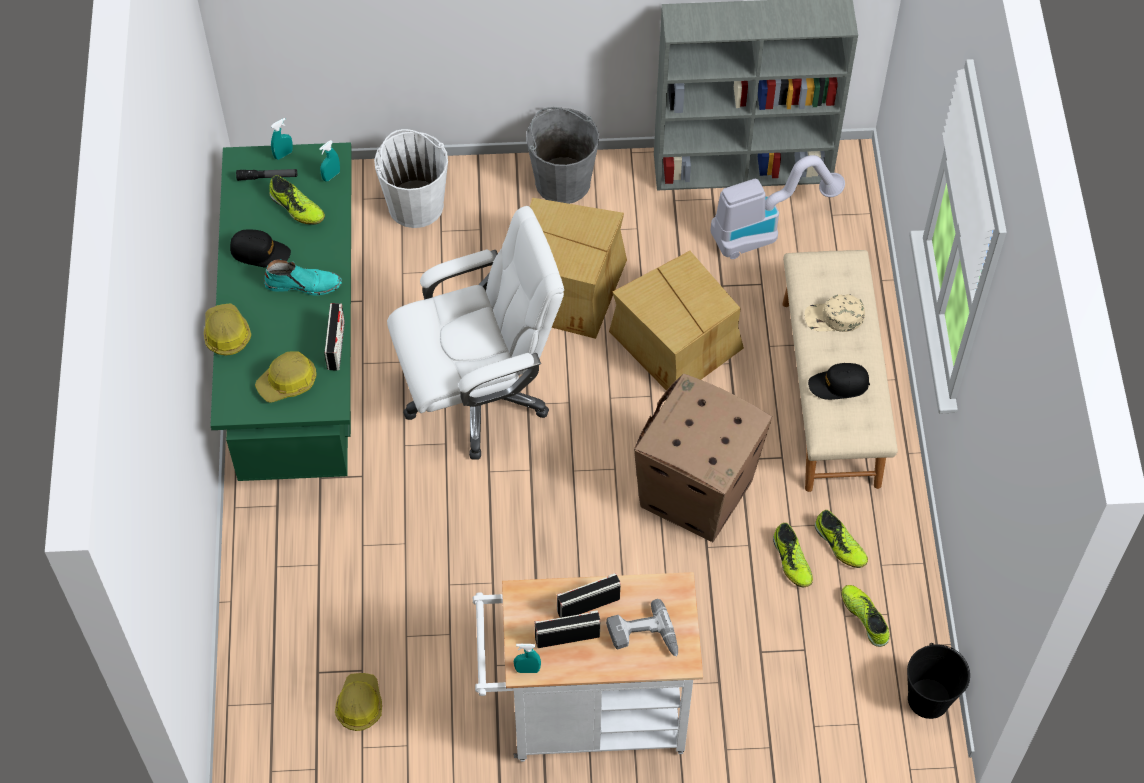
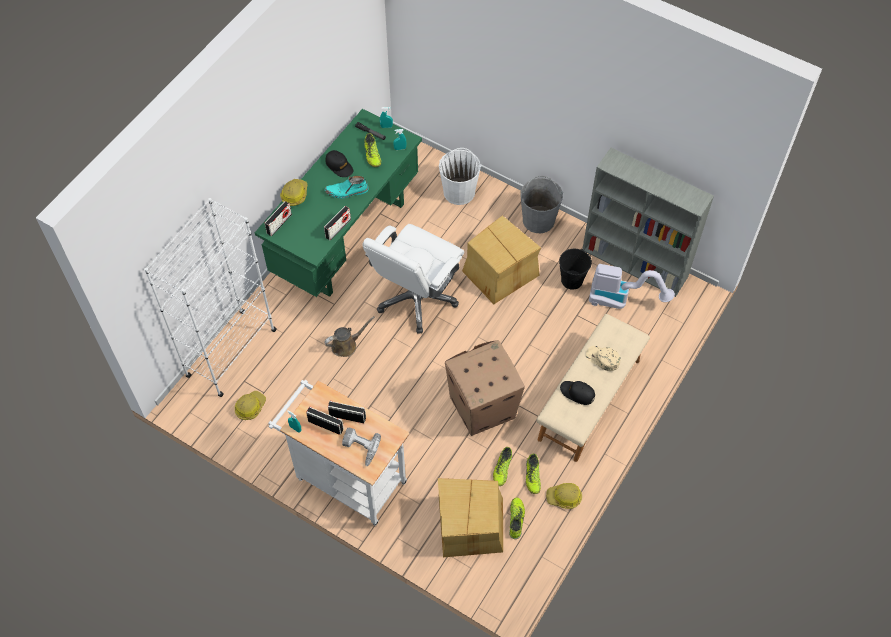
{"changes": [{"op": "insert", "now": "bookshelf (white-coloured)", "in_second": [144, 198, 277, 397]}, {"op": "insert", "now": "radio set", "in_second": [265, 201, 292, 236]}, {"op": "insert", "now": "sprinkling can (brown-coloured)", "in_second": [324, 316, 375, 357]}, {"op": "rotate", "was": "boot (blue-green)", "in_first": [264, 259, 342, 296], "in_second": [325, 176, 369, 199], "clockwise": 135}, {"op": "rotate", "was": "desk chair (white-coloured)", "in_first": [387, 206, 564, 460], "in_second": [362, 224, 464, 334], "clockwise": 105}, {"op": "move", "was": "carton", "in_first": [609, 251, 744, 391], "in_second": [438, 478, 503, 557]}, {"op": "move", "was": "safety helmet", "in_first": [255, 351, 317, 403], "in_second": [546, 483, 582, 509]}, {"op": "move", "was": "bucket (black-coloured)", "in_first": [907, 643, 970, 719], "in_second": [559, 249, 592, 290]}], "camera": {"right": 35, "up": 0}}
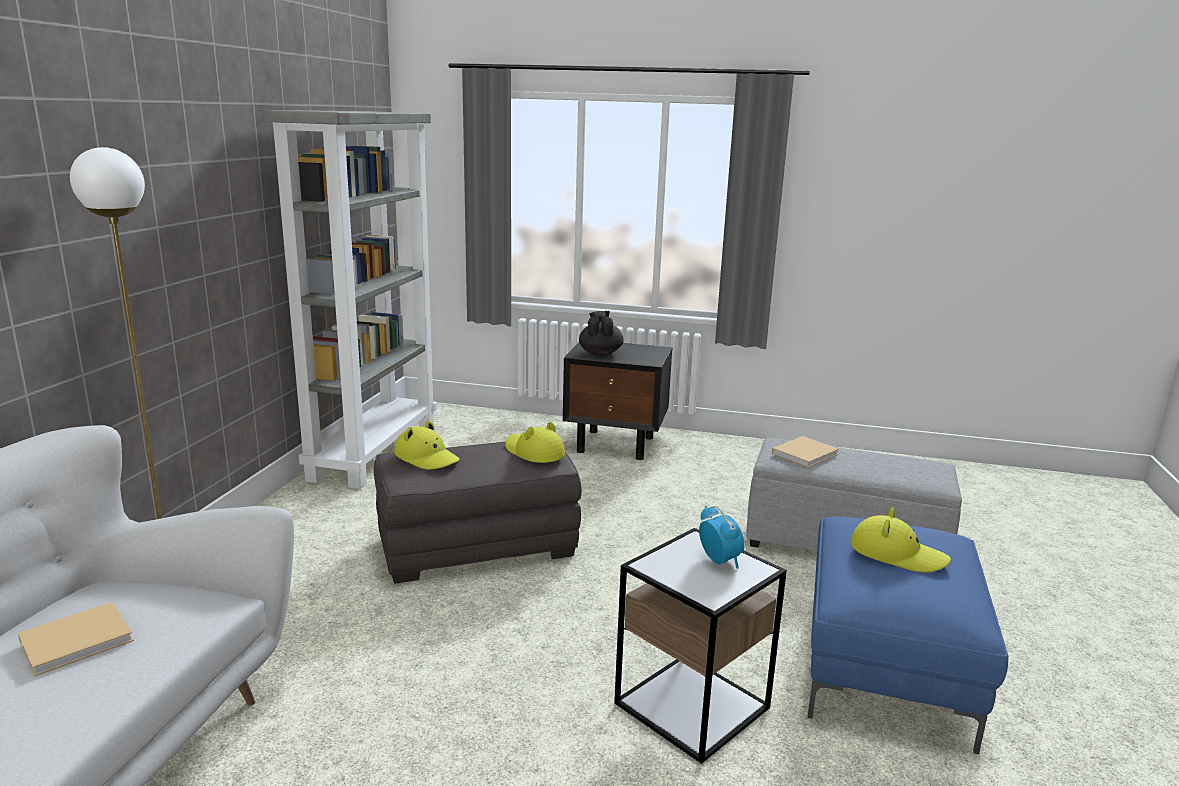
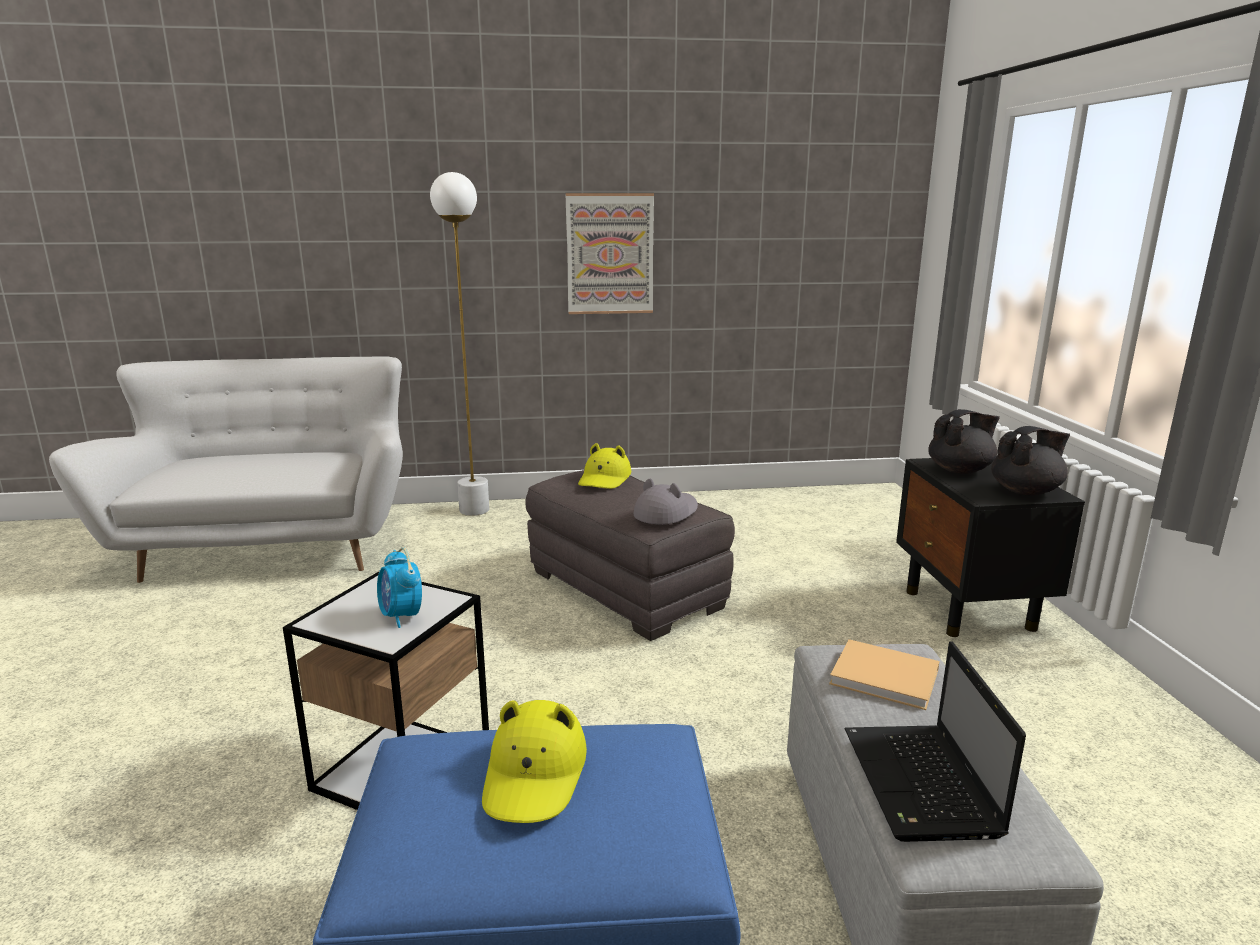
{"changes": [{"op": "rotate", "was": "alarm clock", "in_first": [699, 506, 744, 569], "in_second": [377, 547, 422, 628], "clockwise": 105}, {"op": "insert", "now": "picture", "in_second": [566, 193, 654, 314]}, {"op": "recolor", "was": "clothing hat (yellowish)", "now": "clothing hat (gray)", "in_first": [505, 422, 565, 463], "in_second": [633, 478, 698, 525]}, {"op": "insert", "now": "notebook computer", "in_second": [845, 641, 1026, 842]}, {"op": "insert", "now": "tea pot (black-coloured)", "in_second": [991, 426, 1070, 495]}, {"op": "delete", "was": "volume (sand-coloured)", "in_first": [18, 602, 134, 676]}, {"op": "delete", "was": "bookshelf (gray)", "in_first": [262, 110, 437, 489]}], "camera": {"right": 70, "up": 0}}
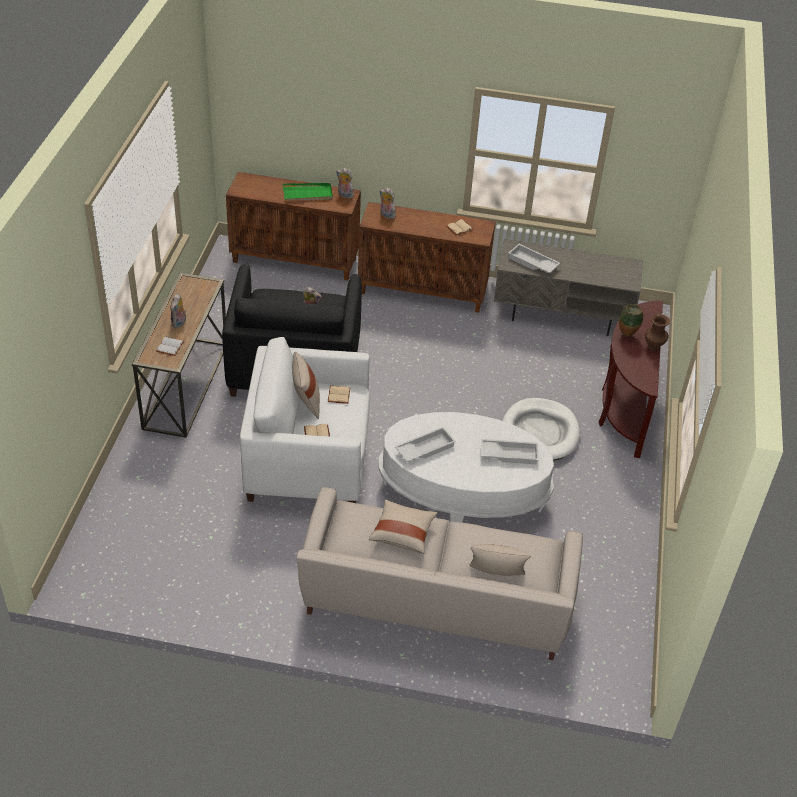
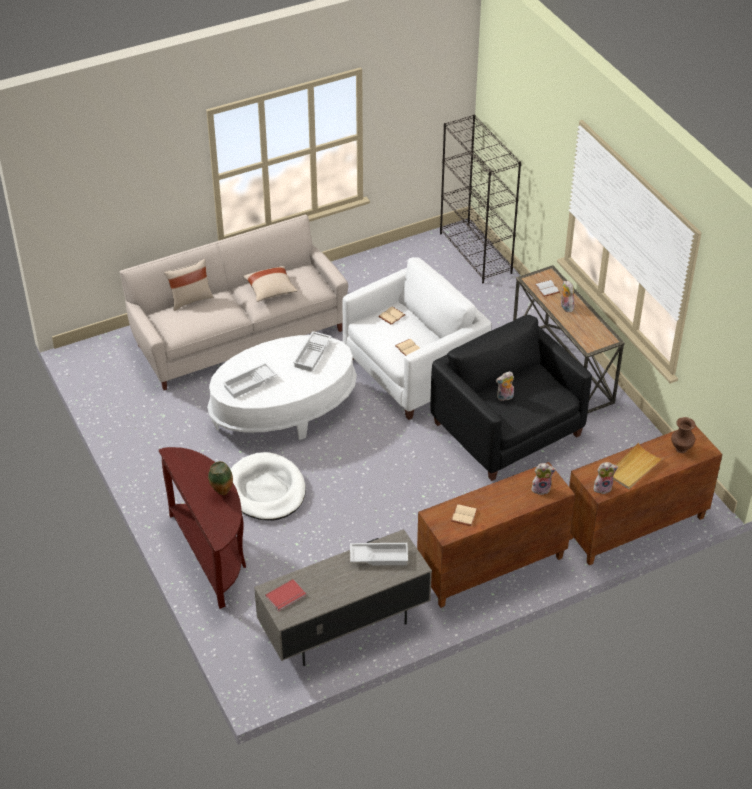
{"changes": [{"op": "insert", "now": "volume (red)", "in_second": [265, 579, 306, 611]}, {"op": "insert", "now": "bookshelf (black-coloured)", "in_second": [440, 115, 521, 283]}, {"op": "recolor", "was": "serving tray (green)", "now": "serving tray (sand-coloured)", "in_first": [283, 183, 333, 200], "in_second": [613, 442, 663, 489]}, {"op": "move", "was": "vase (brown-coloured)", "in_first": [645, 314, 670, 350], "in_second": [671, 417, 695, 453]}, {"op": "delete", "was": "throw pillow (sand-coloured)", "in_first": [292, 352, 320, 419]}], "camera": {"right": 145, "up": 0}}
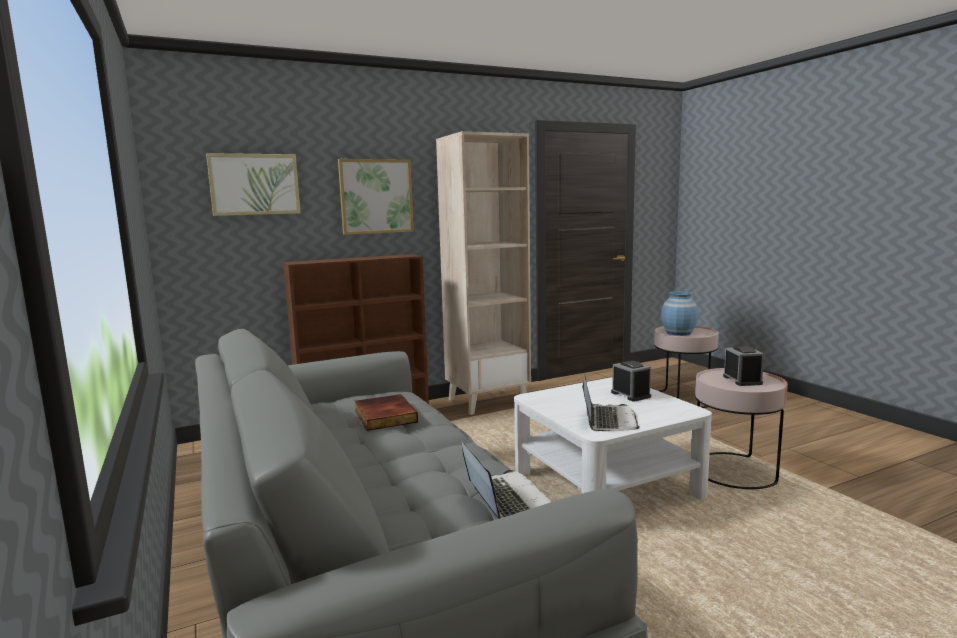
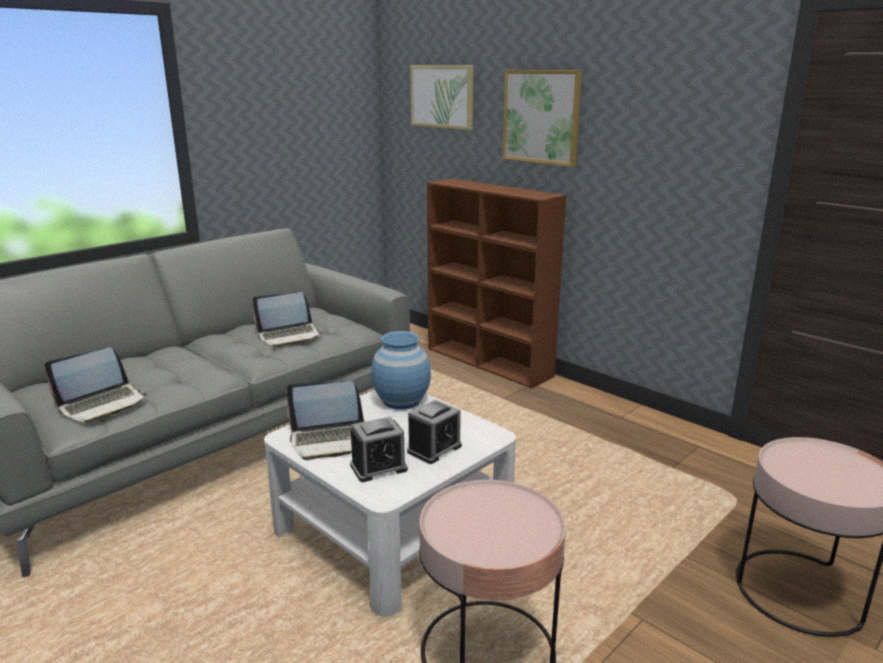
{"changes": [{"op": "replace", "was": "volume", "now": "notebook computer", "in_first": [355, 394, 418, 431], "in_second": [252, 292, 323, 347]}, {"op": "move", "was": "alarm clock", "in_first": [723, 346, 764, 386], "in_second": [350, 417, 408, 482]}, {"op": "move", "was": "vase (bluish)", "in_first": [661, 291, 698, 336], "in_second": [371, 331, 431, 409]}, {"op": "delete", "was": "bookshelf (sand-coloured)", "in_first": [436, 131, 531, 415]}], "camera": {"right": 70, "up": 10}}
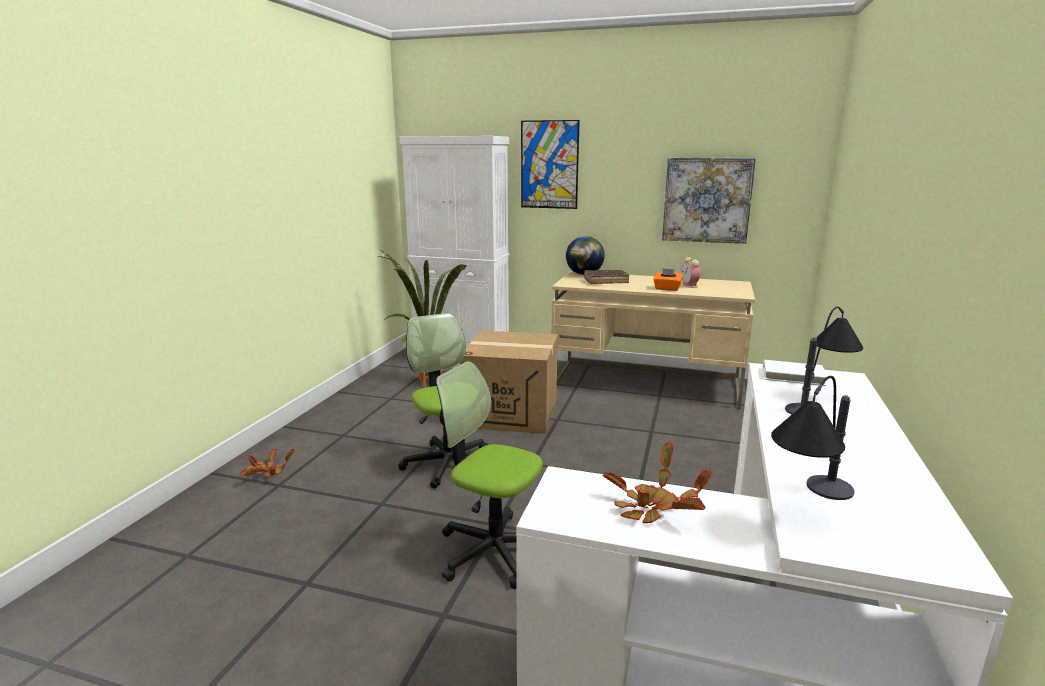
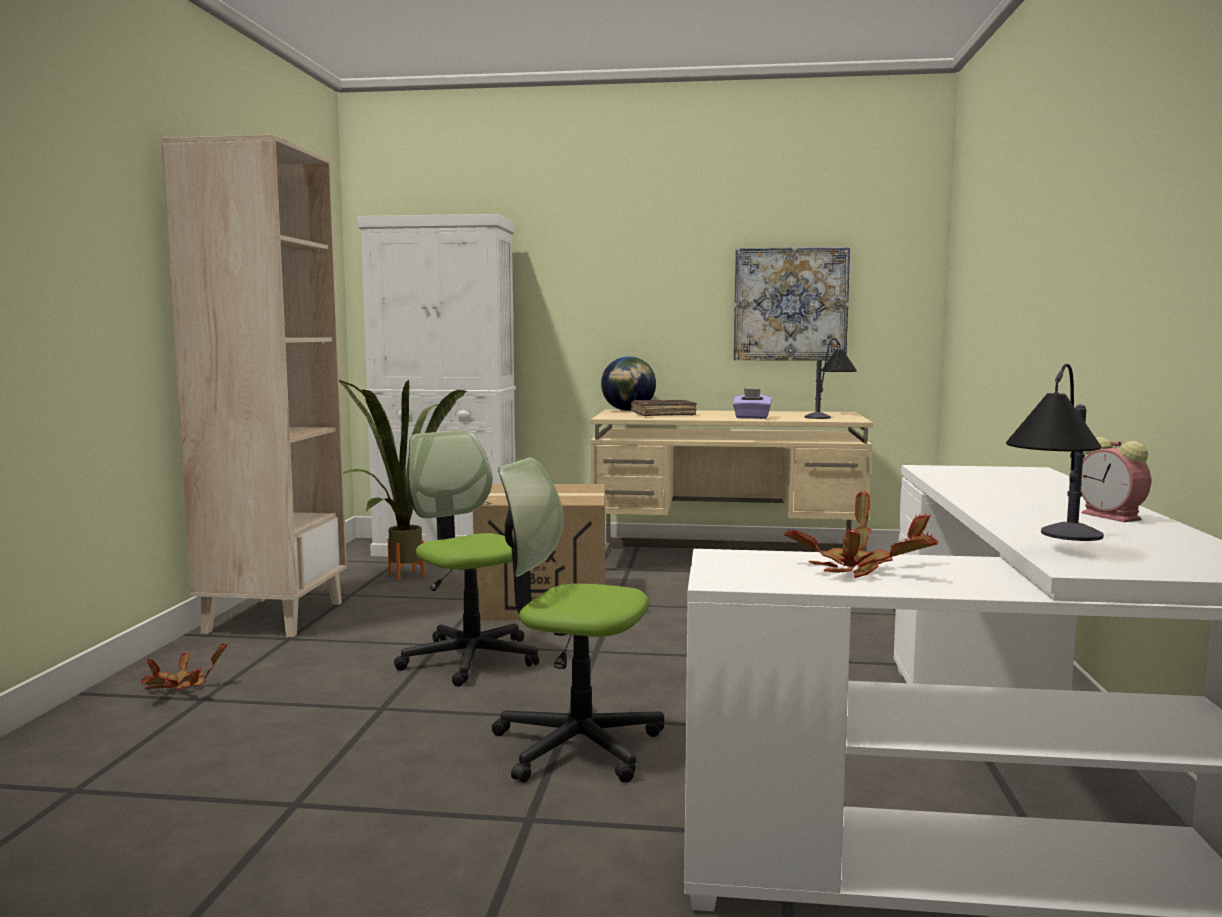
{"changes": [{"op": "insert", "now": "bookshelf (sand-coloured)", "in_second": [161, 135, 347, 637]}, {"op": "recolor", "was": "box of tissues (orange-coloured)", "now": "box of tissues (purple)", "in_first": [653, 268, 683, 291], "in_second": [733, 389, 772, 419]}, {"op": "move", "was": "tabletop lamp", "in_first": [785, 306, 863, 415], "in_second": [805, 338, 857, 419]}, {"op": "move", "was": "alarm clock", "in_first": [681, 257, 700, 288], "in_second": [1081, 437, 1151, 522]}, {"op": "delete", "was": "picture", "in_first": [521, 120, 580, 209]}, {"op": "delete", "was": "volume (white-coloured)", "in_first": [763, 360, 827, 386]}], "camera": {"right": -10, "up": -10}}
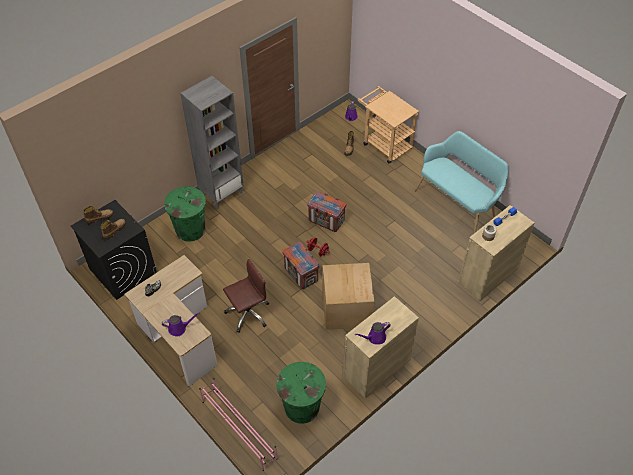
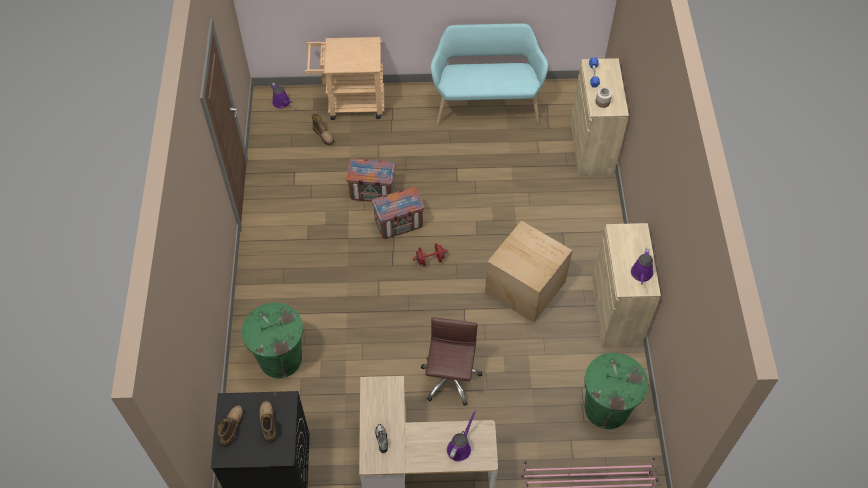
{"changes": [{"op": "move", "was": "crate", "in_first": [282, 242, 320, 289], "in_second": [346, 158, 395, 202]}, {"op": "delete", "was": "bookshelf (gray)", "in_first": [180, 76, 244, 209]}], "camera": {"right": -50, "up": 5}}
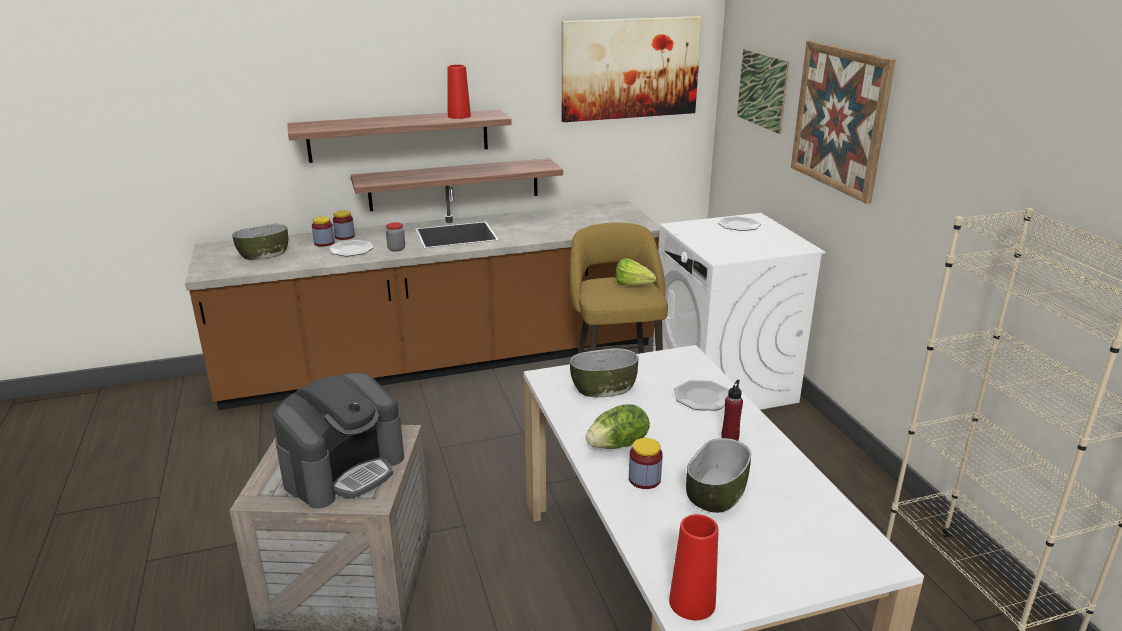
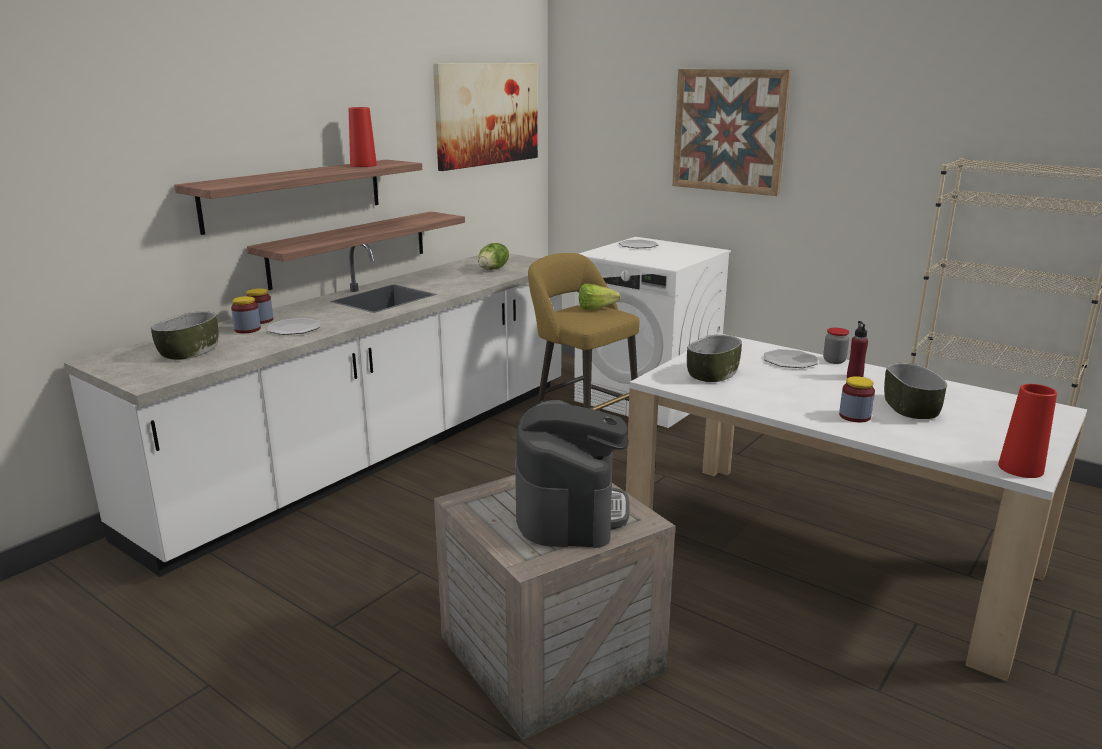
{"changes": [{"op": "recolor", "was": "kitchen counter (brown-coloured)", "now": "kitchen counter (white-coloured)", "in_first": [185, 185, 660, 410], "in_second": [64, 244, 562, 577]}, {"op": "move", "was": "head of lettuce", "in_first": [586, 404, 650, 449], "in_second": [478, 243, 509, 270]}, {"op": "move", "was": "storage jar", "in_first": [386, 222, 405, 252], "in_second": [823, 328, 849, 364]}, {"op": "delete", "was": "picture", "in_first": [737, 49, 789, 134]}], "camera": {"right": -35, "up": -5}}
